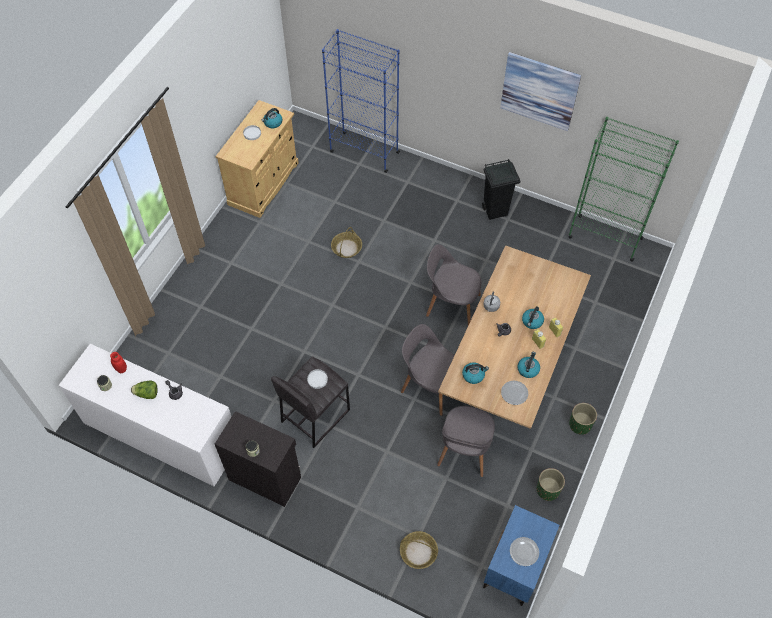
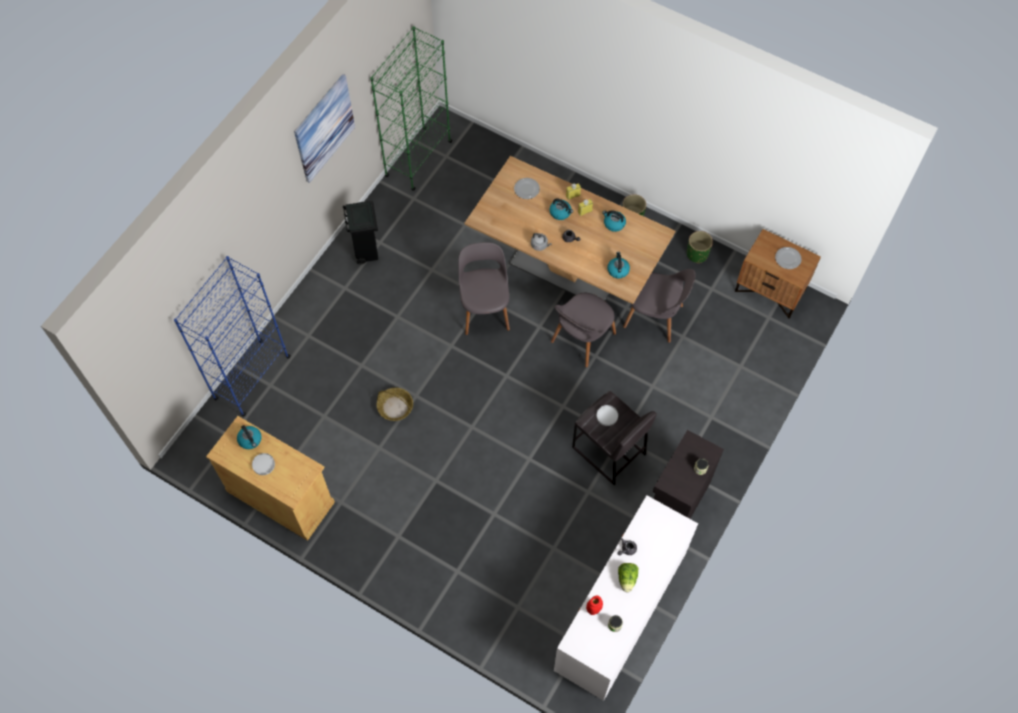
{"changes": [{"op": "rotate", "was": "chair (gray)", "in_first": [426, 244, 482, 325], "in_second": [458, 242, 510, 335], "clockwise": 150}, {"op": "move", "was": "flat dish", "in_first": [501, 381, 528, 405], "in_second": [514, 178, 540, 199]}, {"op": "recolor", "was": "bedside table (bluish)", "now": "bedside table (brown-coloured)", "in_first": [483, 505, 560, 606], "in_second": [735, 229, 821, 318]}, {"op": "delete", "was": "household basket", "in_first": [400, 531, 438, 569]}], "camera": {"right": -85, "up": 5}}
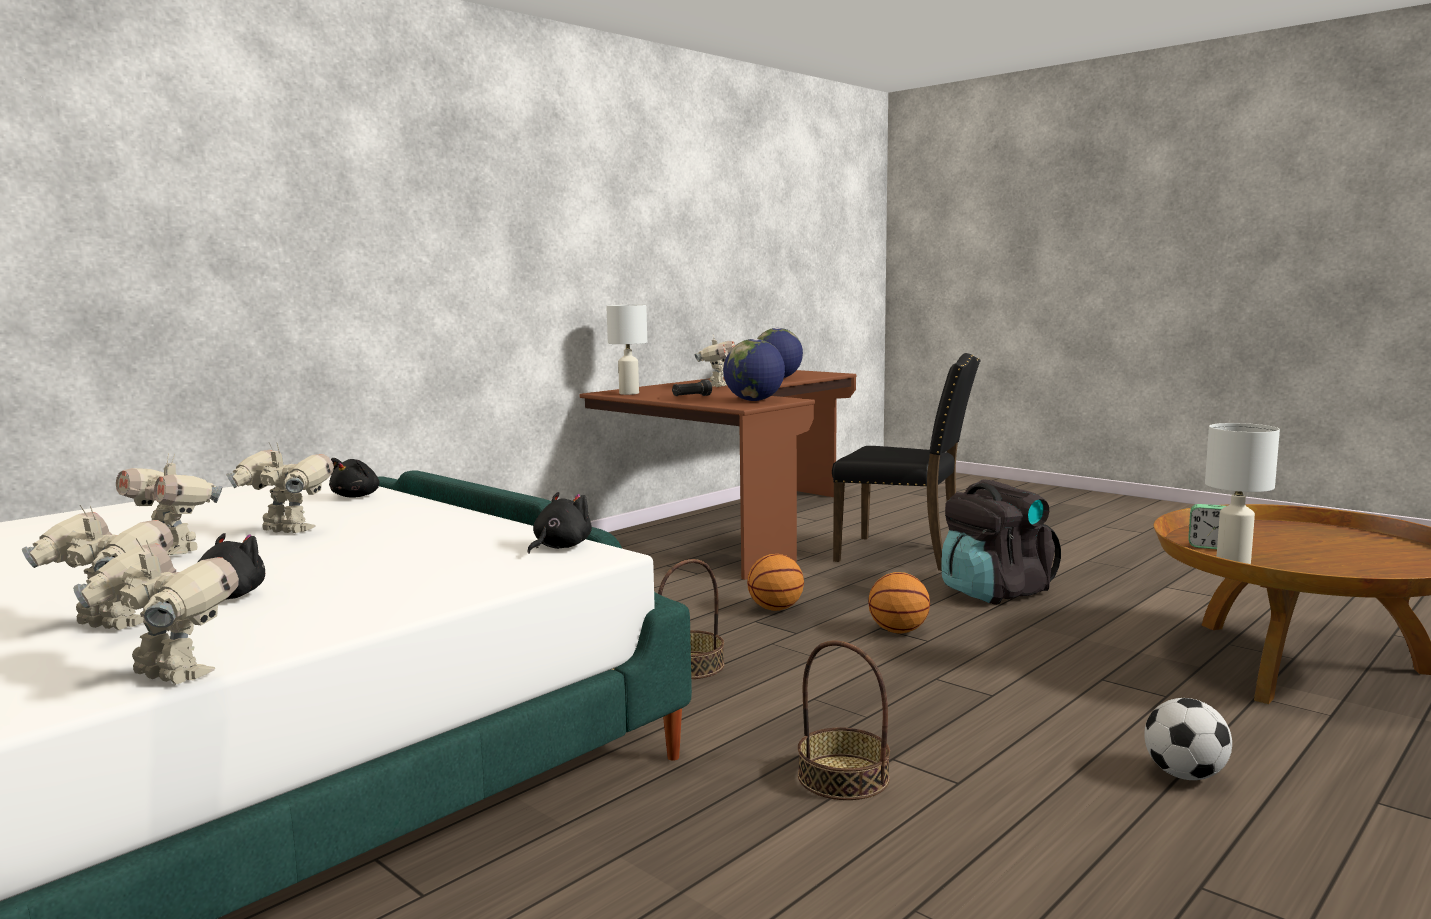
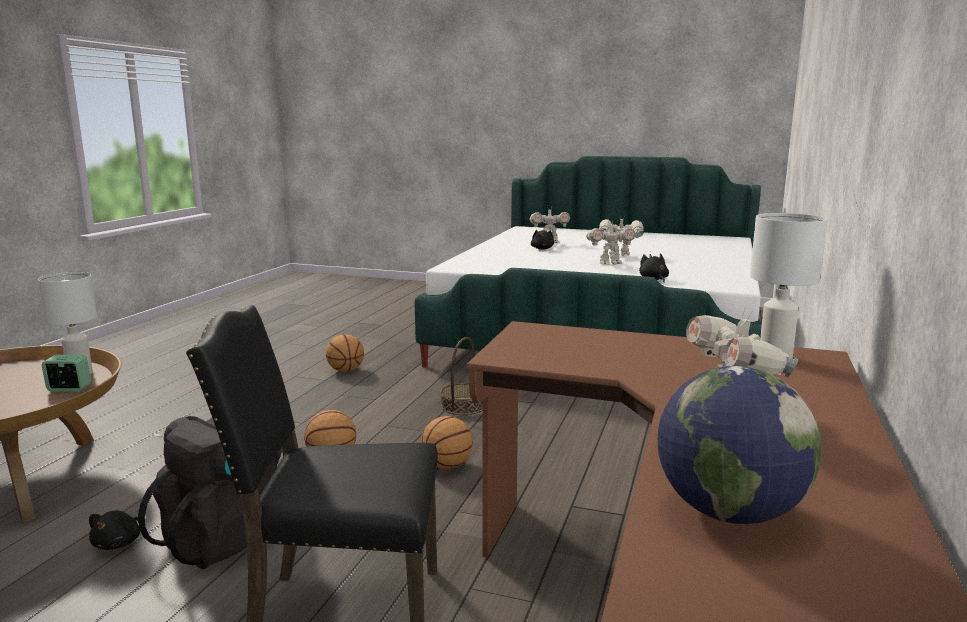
{"changes": [{"op": "move", "was": "soft toy (black-coloured)", "in_first": [527, 492, 592, 554], "in_second": [89, 510, 140, 550]}, {"op": "replace", "was": "household basket", "now": "basketball", "in_first": [798, 641, 890, 800], "in_second": [326, 334, 364, 372]}, {"op": "delete", "was": "model robot", "in_first": [73, 538, 239, 684]}, {"op": "delete", "was": "hand torch (black-coloured)", "in_first": [672, 379, 712, 396]}, {"op": "delete", "was": "world globe", "in_first": [723, 339, 785, 401]}, {"op": "delete", "was": "football", "in_first": [1144, 698, 1232, 780]}], "camera": {"right": 155, "up": 5}}
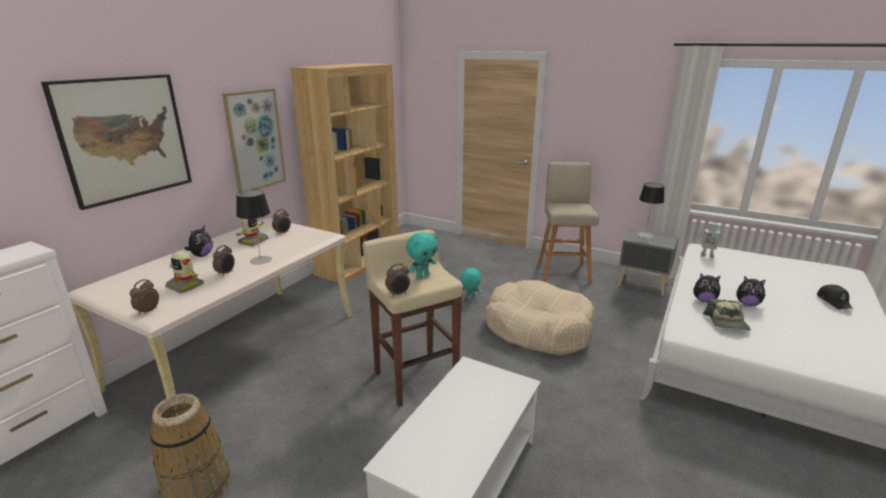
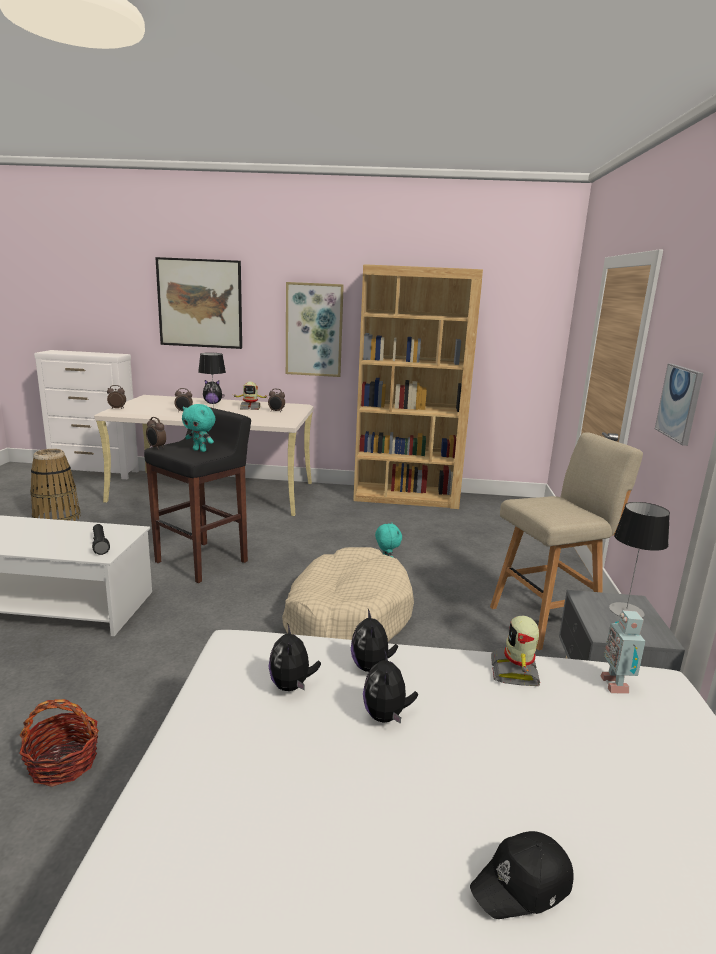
{"changes": [{"op": "insert", "now": "household basket", "in_second": [19, 699, 99, 787]}, {"op": "insert", "now": "hand torch (black-coloured)", "in_second": [92, 524, 110, 555]}, {"op": "recolor", "was": "stool (sand-coloured)", "now": "stool (black-coloured)", "in_first": [362, 229, 463, 407], "in_second": [144, 407, 251, 583]}, {"op": "replace", "was": "cap", "now": "soft toy", "in_first": [703, 299, 751, 331], "in_second": [268, 623, 321, 691]}, {"op": "move", "was": "model robot", "in_first": [165, 251, 204, 293], "in_second": [491, 615, 540, 686]}, {"op": "insert", "now": "picture", "in_second": [655, 364, 703, 446]}], "camera": {"right": 65, "up": -5}}
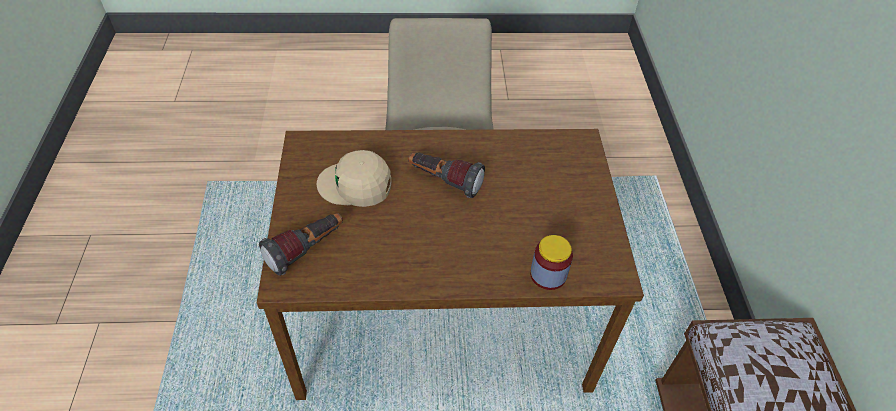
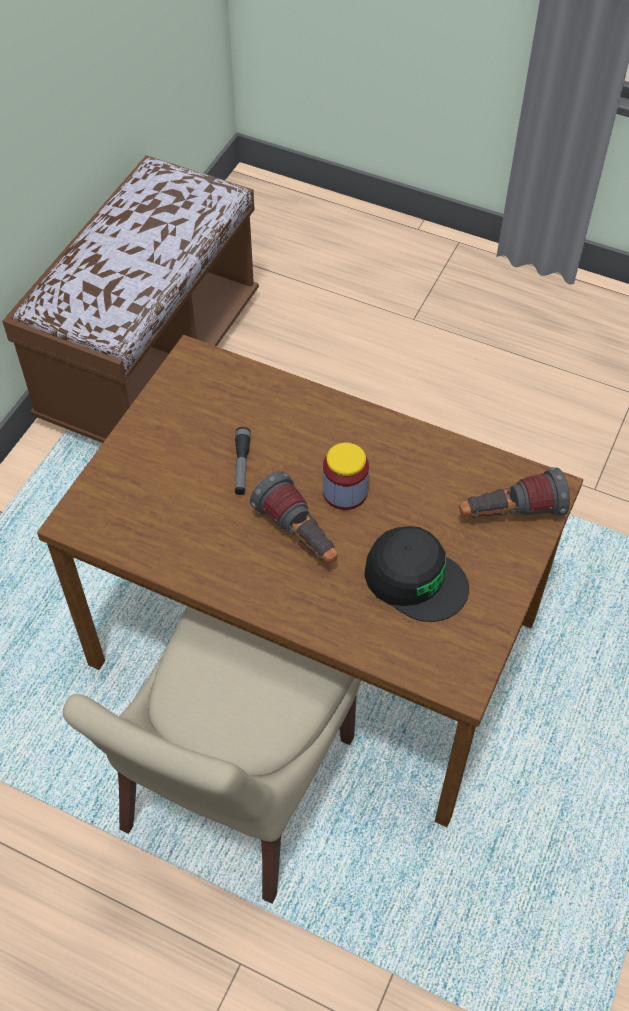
{"changes": [{"op": "insert", "now": "hand torch", "in_second": [235, 427, 251, 495]}, {"op": "move", "was": "storage jar", "in_first": [530, 235, 573, 290], "in_second": [323, 443, 369, 510]}, {"op": "recolor", "was": "cap (sand-coloured)", "now": "cap (black-coloured)", "in_first": [317, 150, 391, 207], "in_second": [364, 526, 469, 622]}], "camera": {"right": -150, "up": 5}}
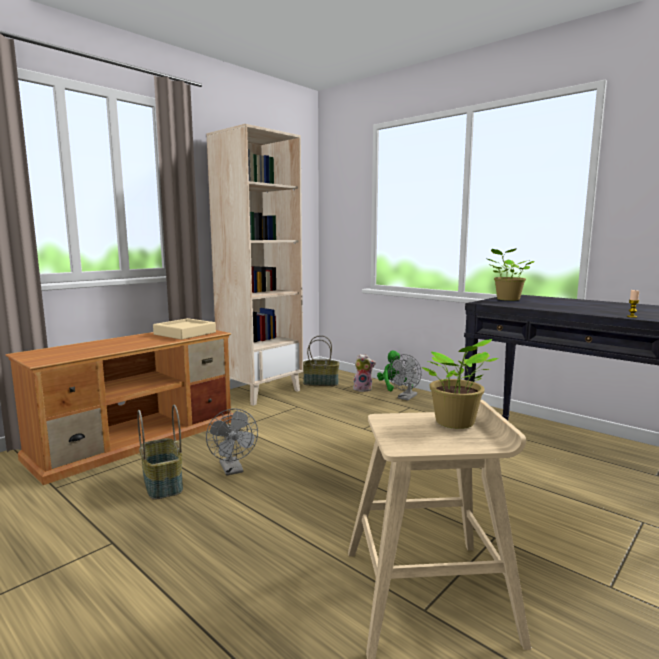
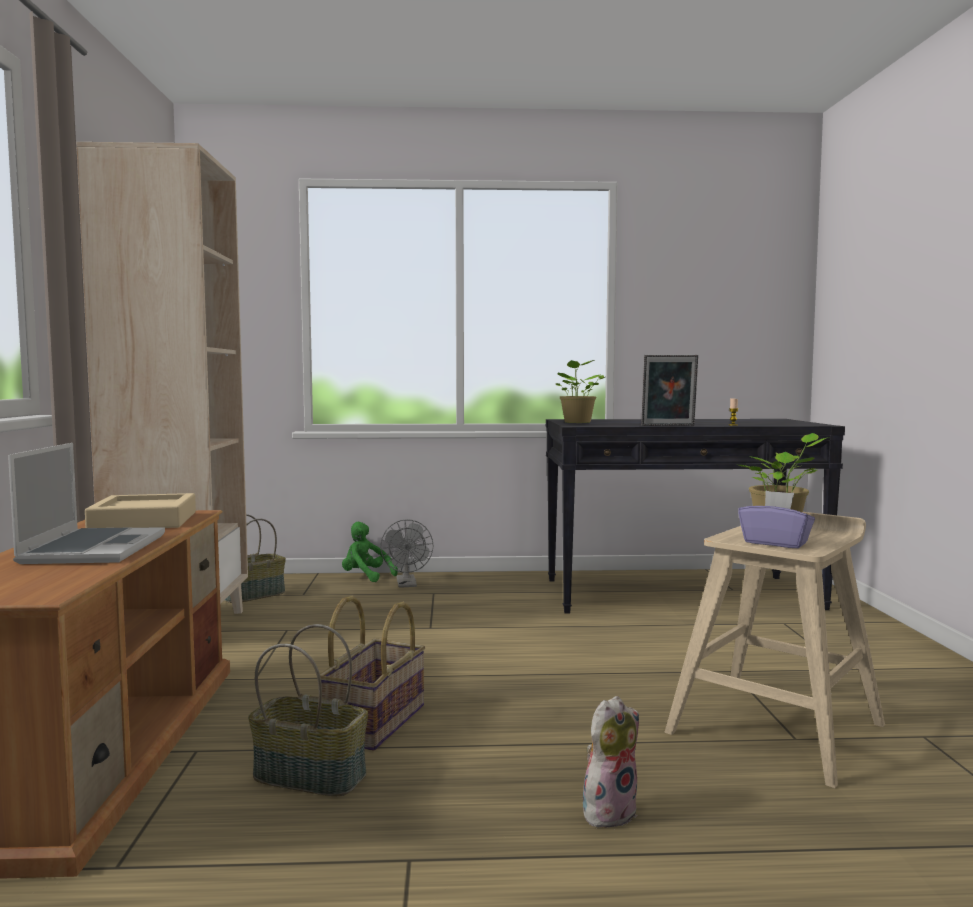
{"changes": [{"op": "insert", "now": "notebook computer", "in_second": [8, 443, 165, 564]}, {"op": "replace", "was": "fan (gray)", "now": "household basket", "in_first": [206, 408, 258, 476], "in_second": [320, 596, 426, 751]}, {"op": "move", "was": "soft toy", "in_first": [353, 354, 376, 392], "in_second": [583, 696, 639, 831]}, {"op": "insert", "now": "photo frame", "in_second": [641, 355, 698, 426]}, {"op": "insert", "now": "box of tissues (purple)", "in_second": [738, 491, 815, 548]}], "camera": {"right": -45, "up": -5}}
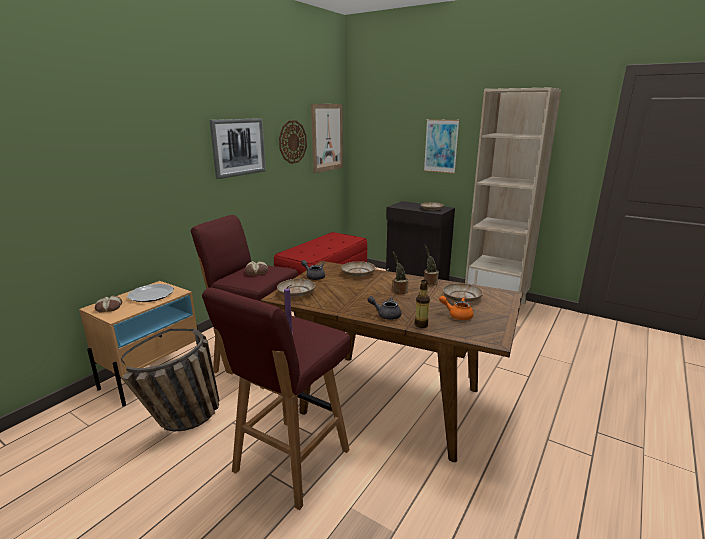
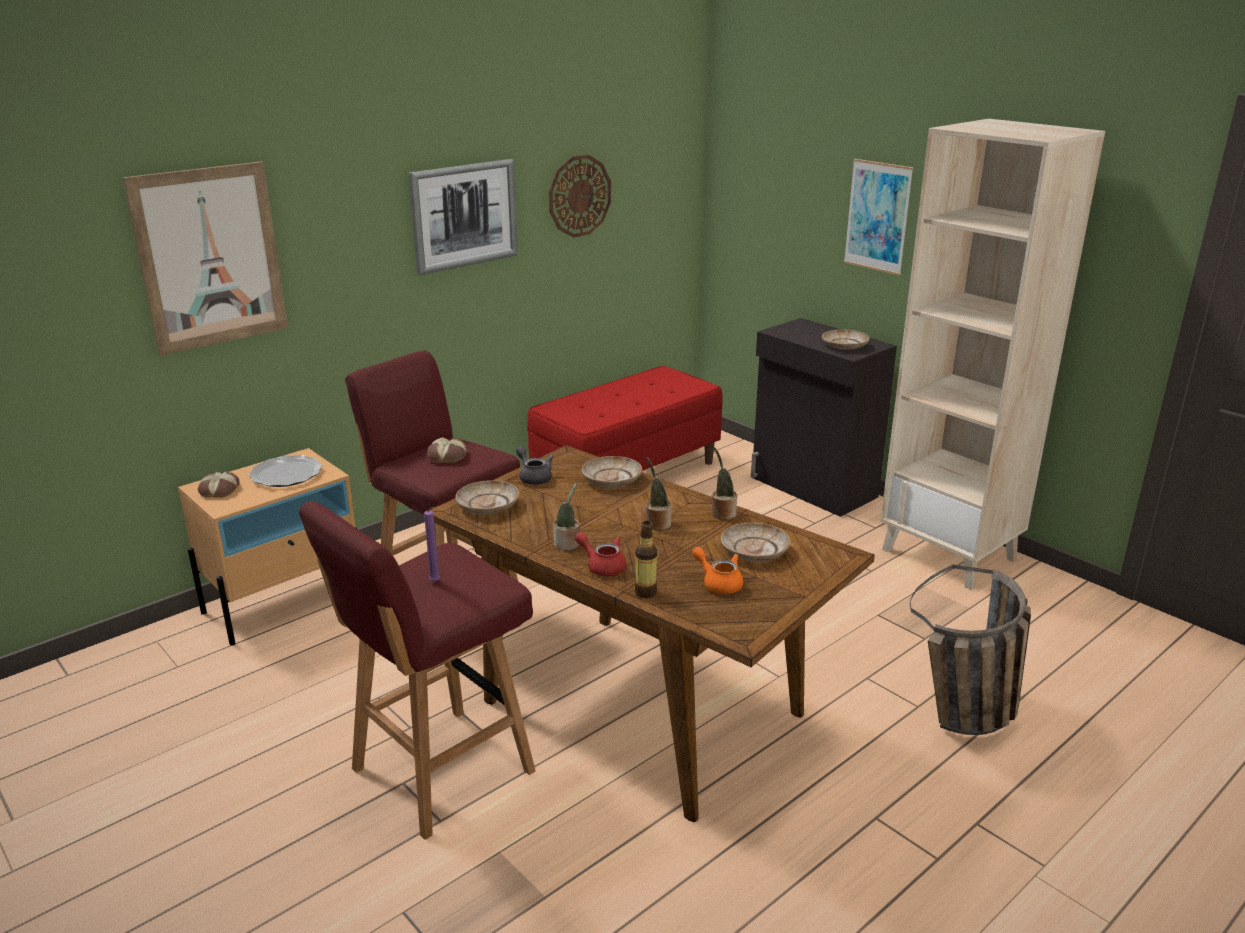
{"changes": [{"op": "move", "was": "picture", "in_first": [311, 104, 343, 173], "in_second": [122, 161, 288, 356]}, {"op": "insert", "now": "houseplant", "in_second": [553, 484, 580, 550]}, {"op": "recolor", "was": "tea pot (gray)", "now": "tea pot (red)", "in_first": [367, 296, 401, 320], "in_second": [575, 532, 626, 576]}, {"op": "move", "was": "household basket", "in_first": [121, 328, 220, 431], "in_second": [910, 565, 1031, 735]}], "camera": {"right": 15, "up": 5}}
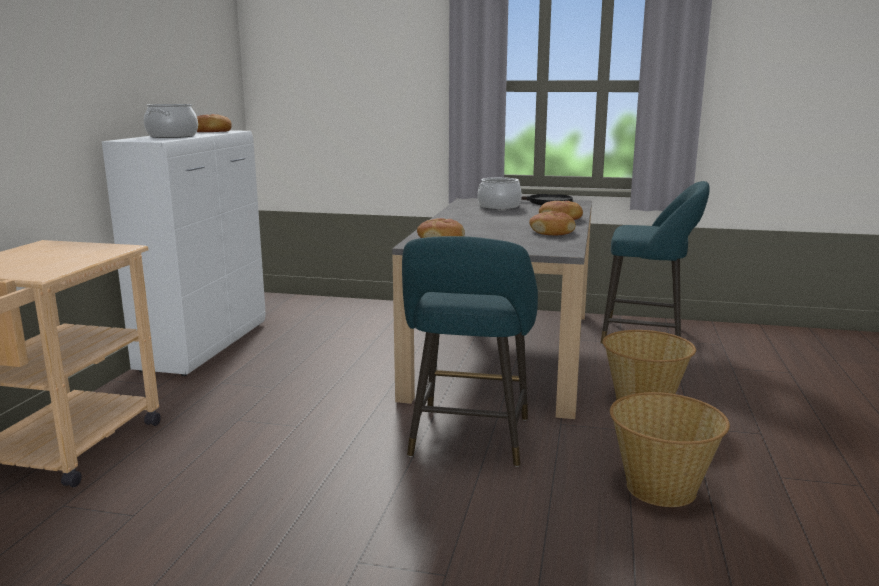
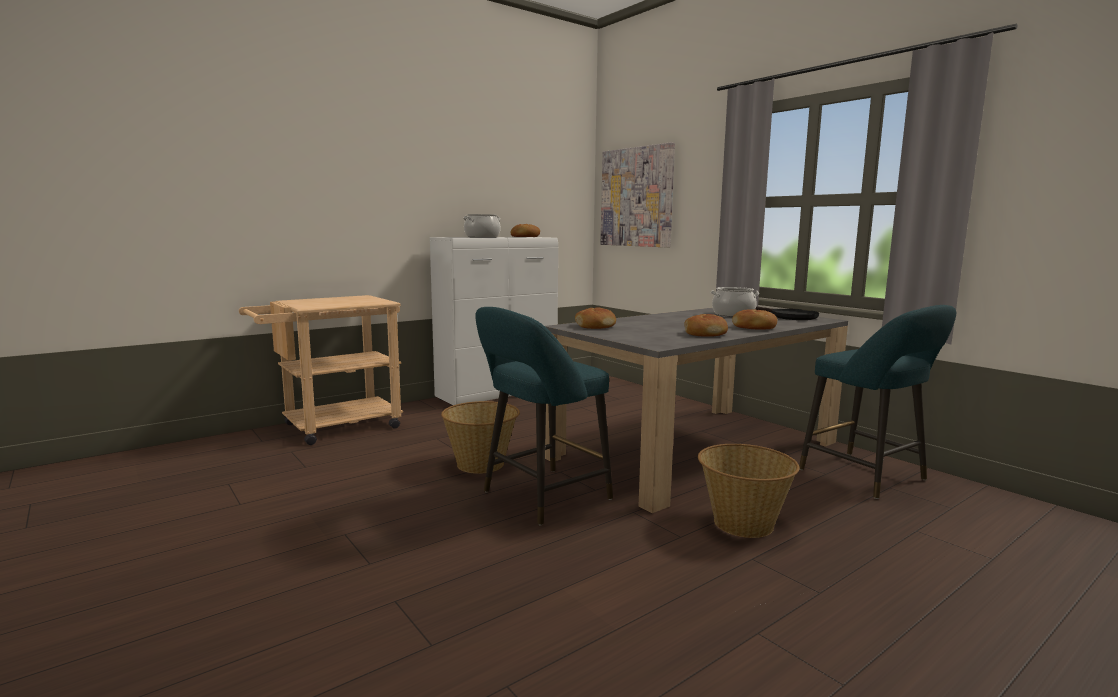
{"changes": [{"op": "move", "was": "household basket", "in_first": [610, 392, 730, 507], "in_second": [441, 401, 520, 474]}, {"op": "insert", "now": "picture", "in_second": [601, 142, 675, 247]}], "camera": {"right": 40, "up": -5}}
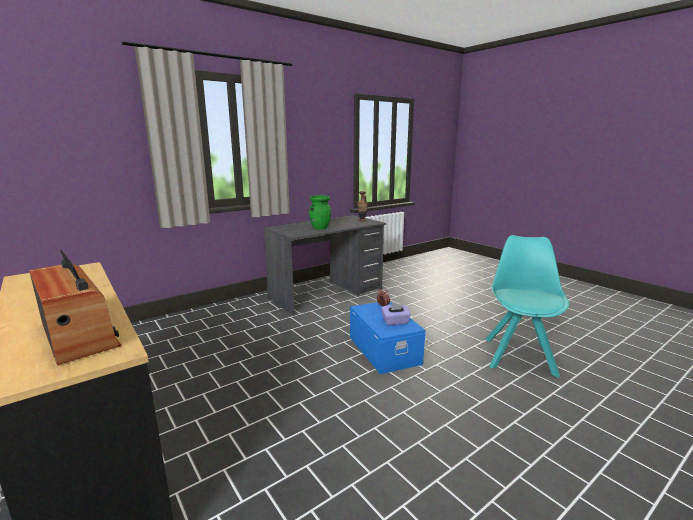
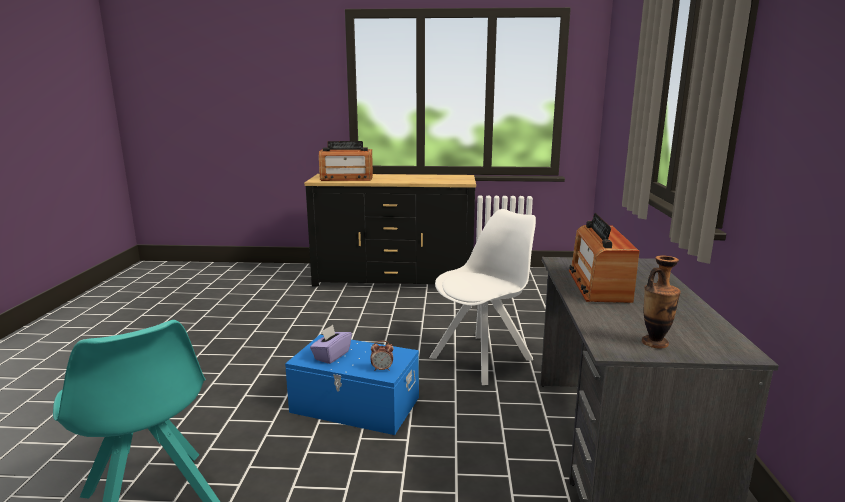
{"changes": [{"op": "insert", "now": "chair (white-coloured)", "in_second": [429, 209, 536, 385]}, {"op": "replace", "was": "vase (green)", "now": "radio set", "in_first": [309, 195, 331, 230], "in_second": [569, 213, 640, 303]}], "camera": {"right": 130, "up": 0}}
